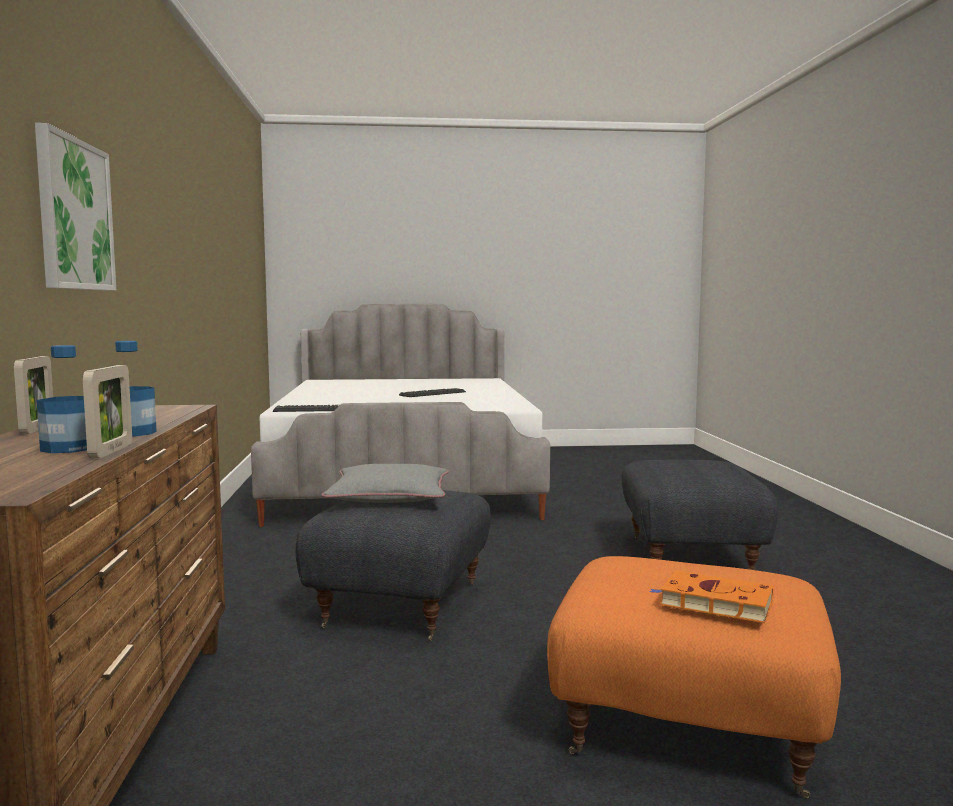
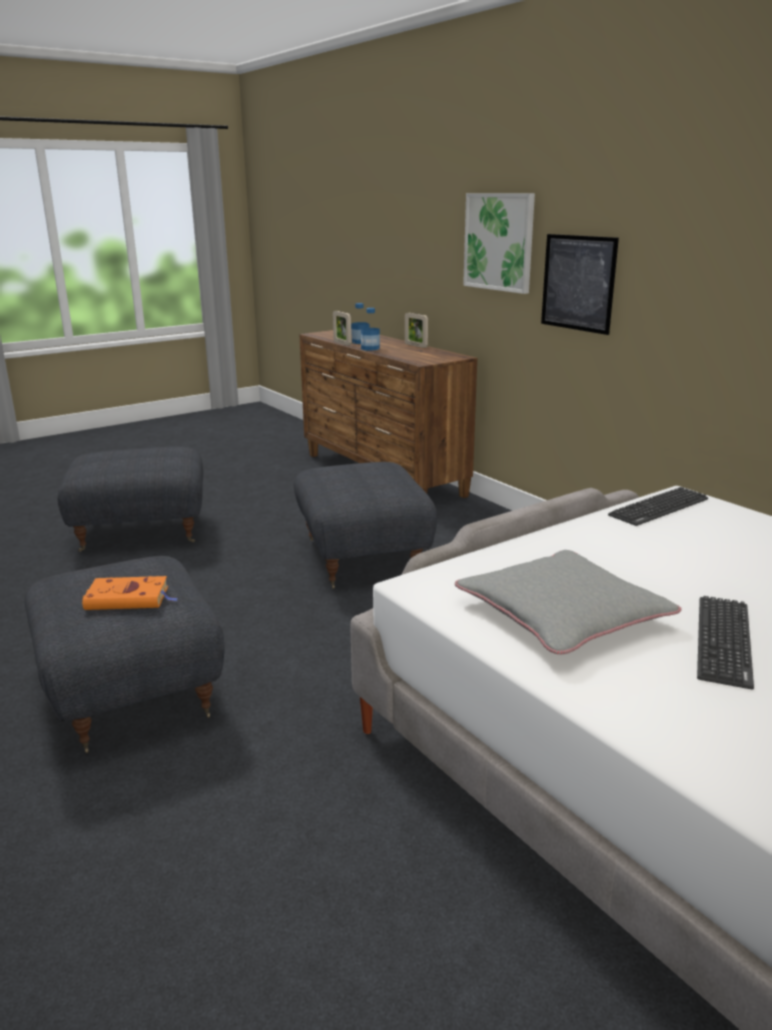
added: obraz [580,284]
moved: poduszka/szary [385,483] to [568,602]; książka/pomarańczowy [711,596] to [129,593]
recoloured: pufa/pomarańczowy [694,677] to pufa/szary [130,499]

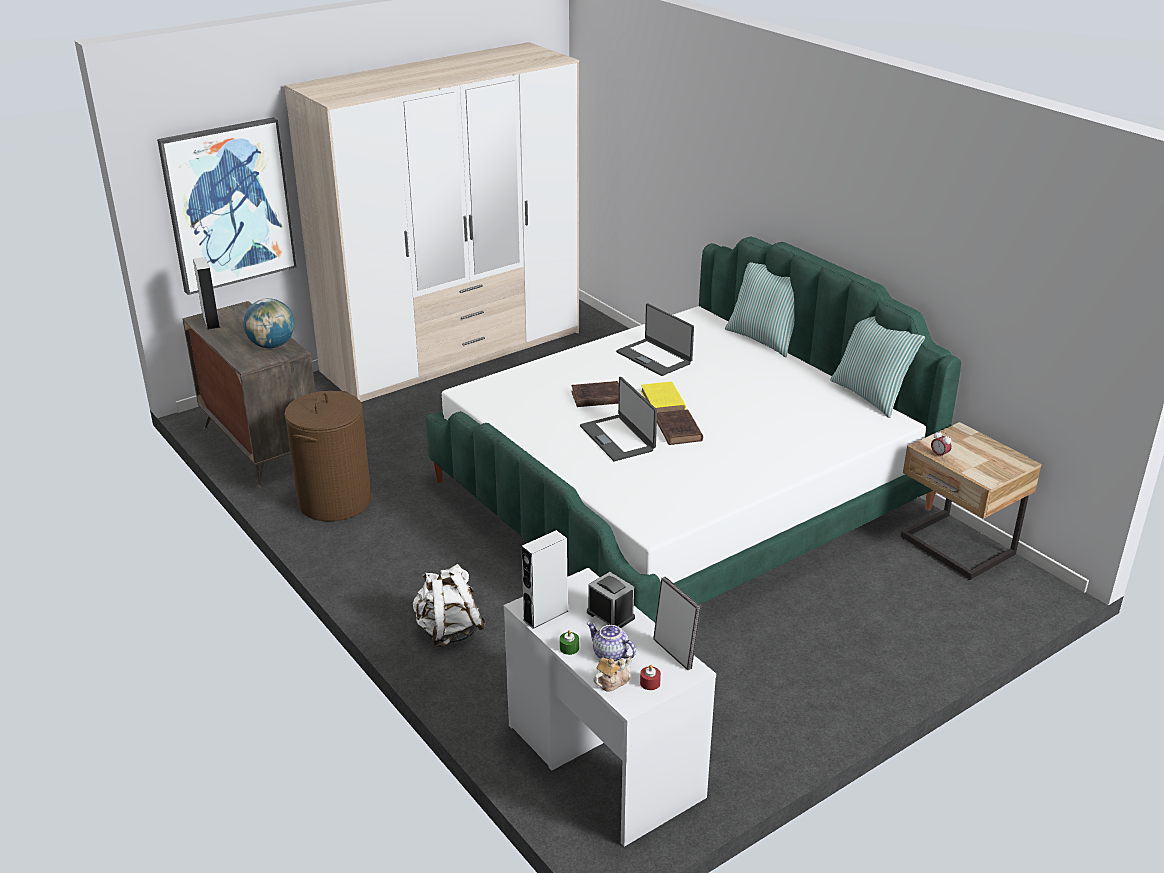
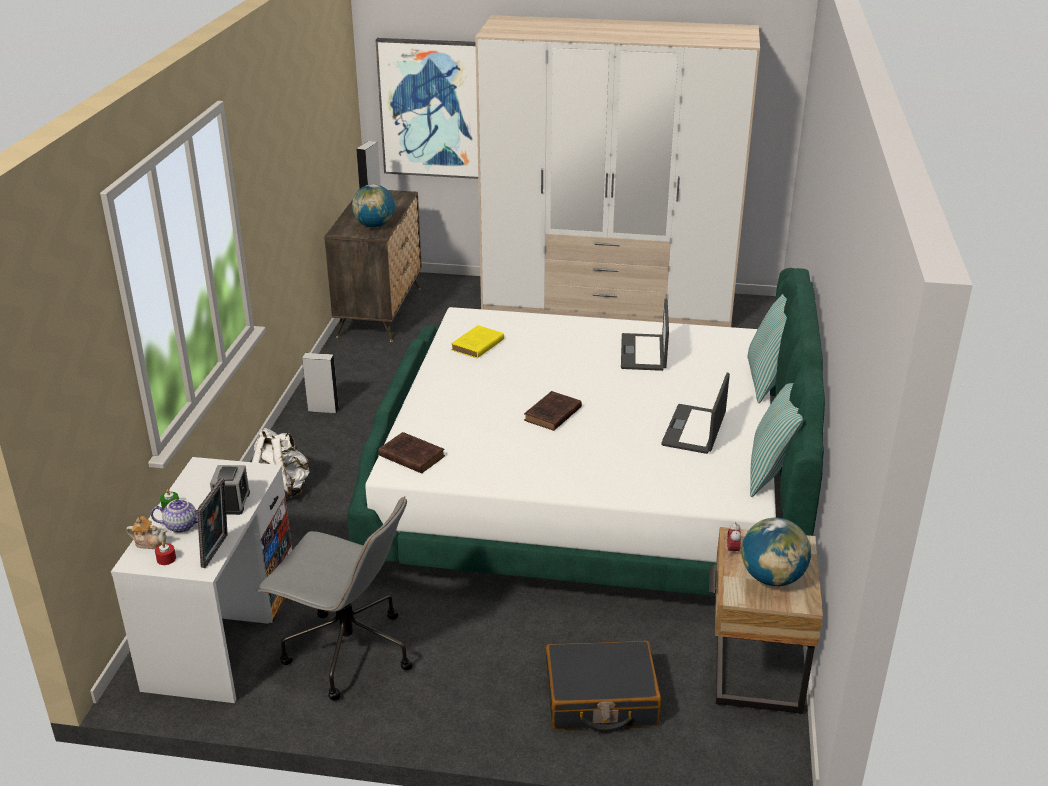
removed: kosz na pranie/brązowy [327,456]
added: krzesło biurowe/szary [334,598]; walizka/czarny [603,687]; globus [776,552]
moved: głośnik/szary [544,579] to [320,383]; książka/brązowy [595,394] to [411,453]; laptop [618,419] to [695,413]; książka/żółty [663,397] to [477,342]
turned: imbryk [611,642] = [176,516] 90 degrees clockwise

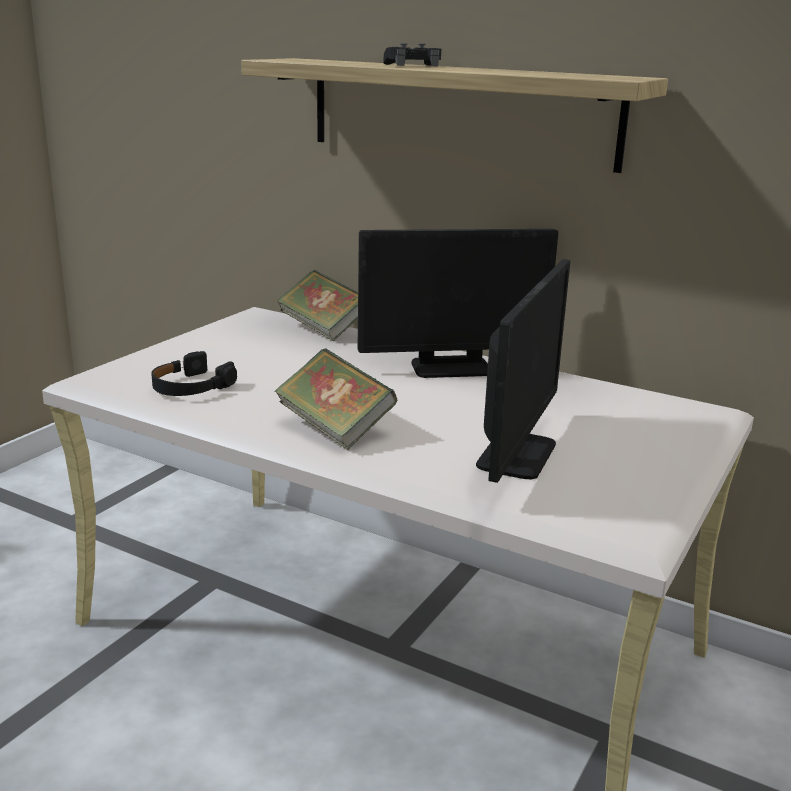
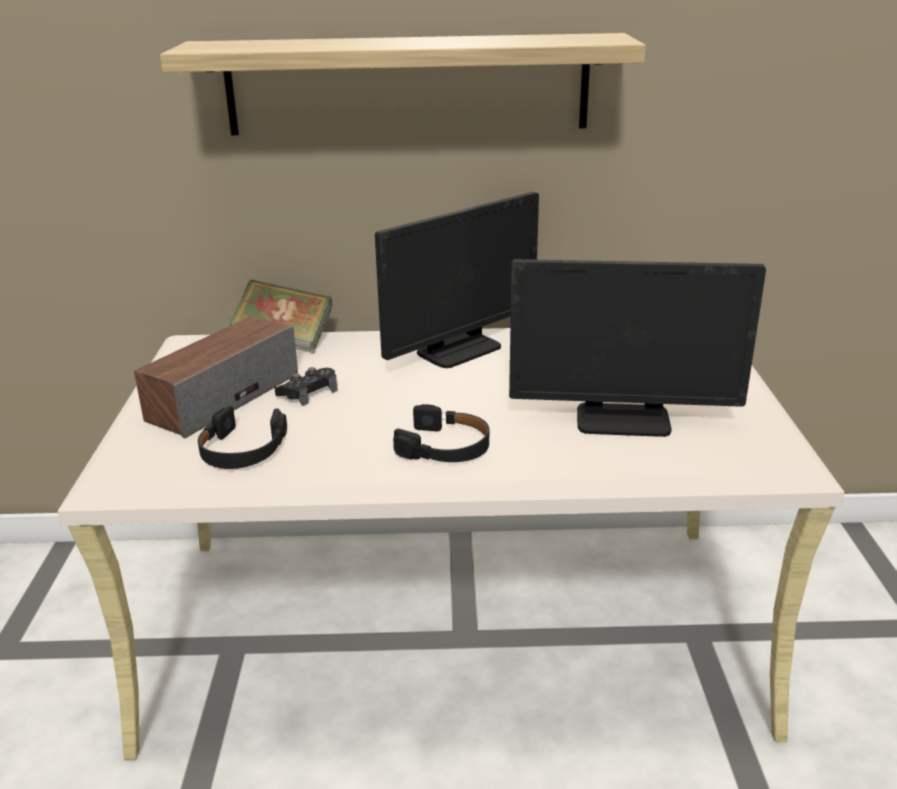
added: głośnik [216,377]
moved: pad do gier/czarny [412,54] to [306,386]
replaced: książka [336,399] to słuchawki/czarny [441,433]
turned: monitor [523,371] = [637,348] 105 degrees clockwise

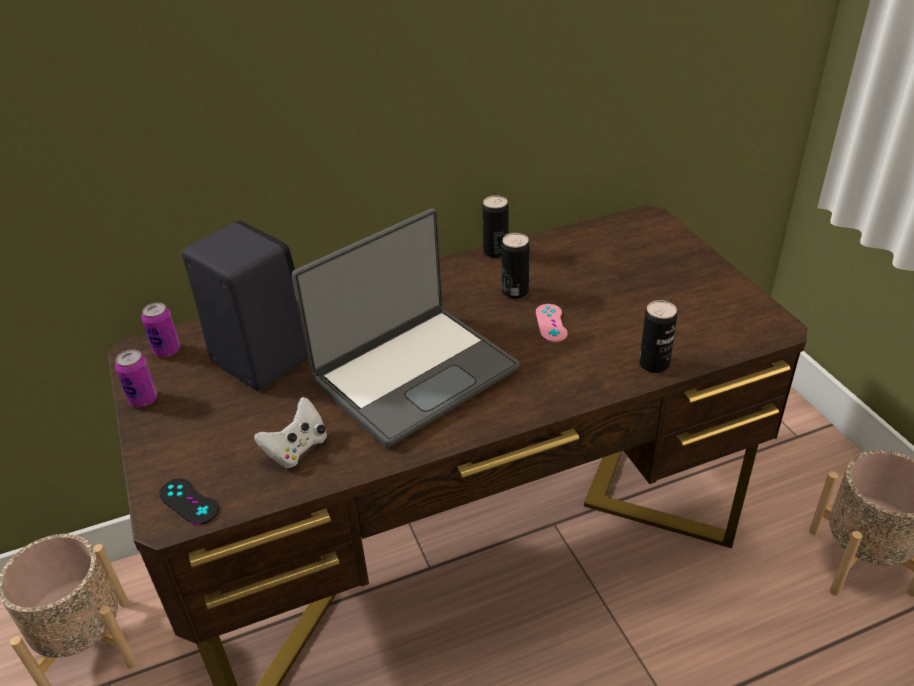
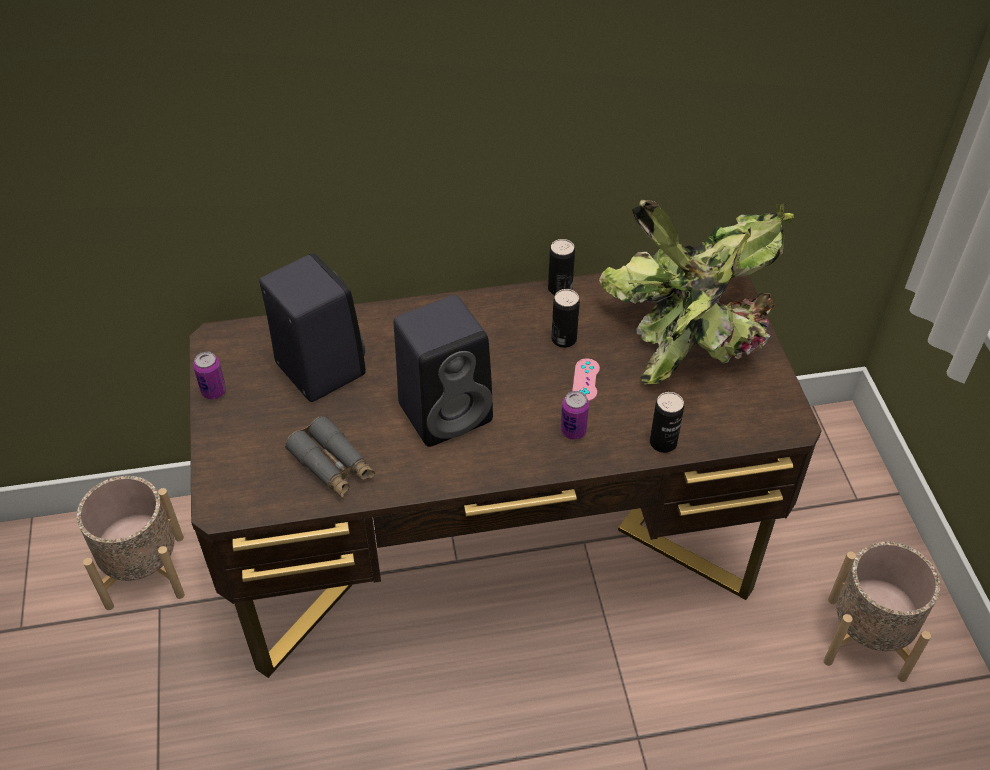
removed: pad do gier/czarny [189,502]
added: roślina doniczkowa [696,292]
moved: puszka [160,329] to [575,415]
replaced: pad do gier/biały [290,432] to lornetka/szary [330,457]; laptop [405,328] to głośnik/czarny [443,371]

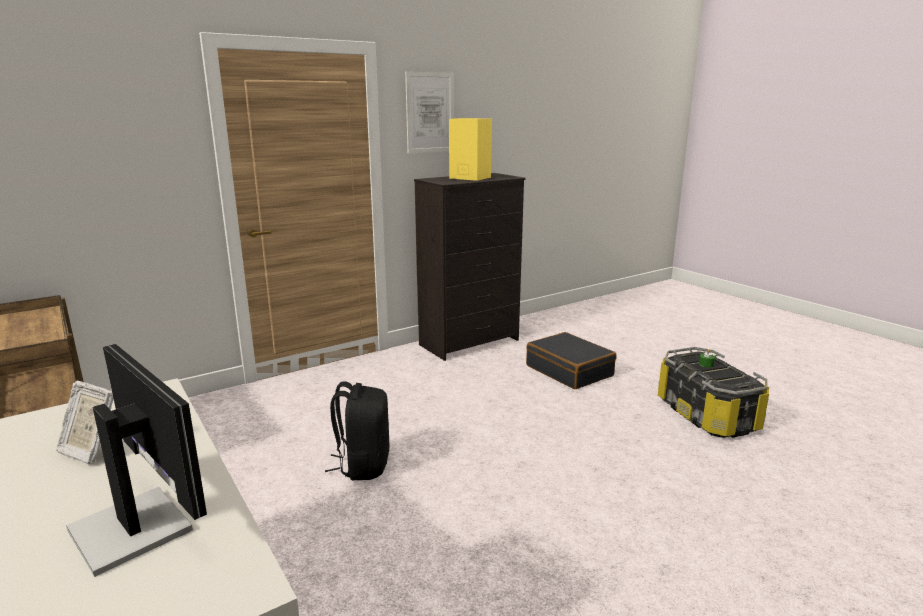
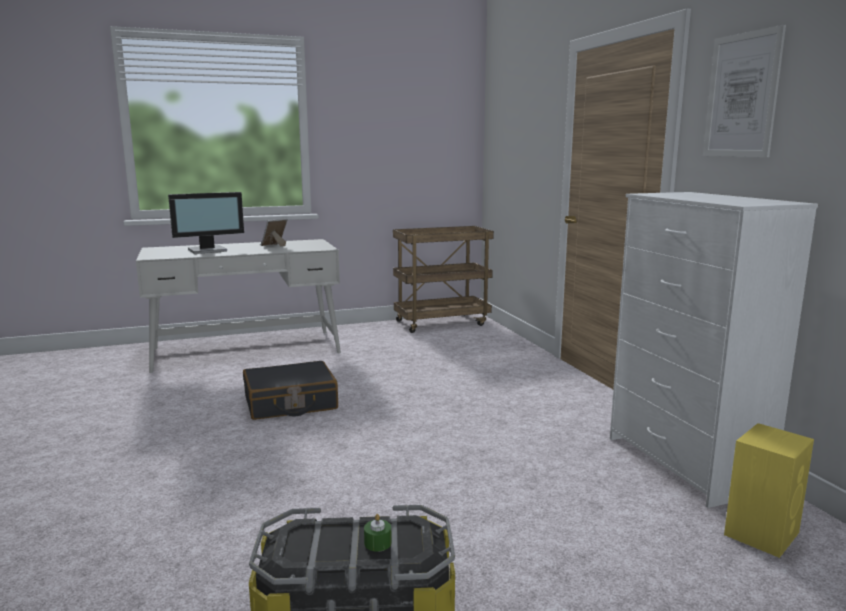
removed: plecak/czarny [357,430]
moved: głośnik/żółty [470,149] to [769,490]; walizka/czarny [571,360] to [290,390]
recoloured: komoda/czarny [470,267] to komoda/biały [714,350]

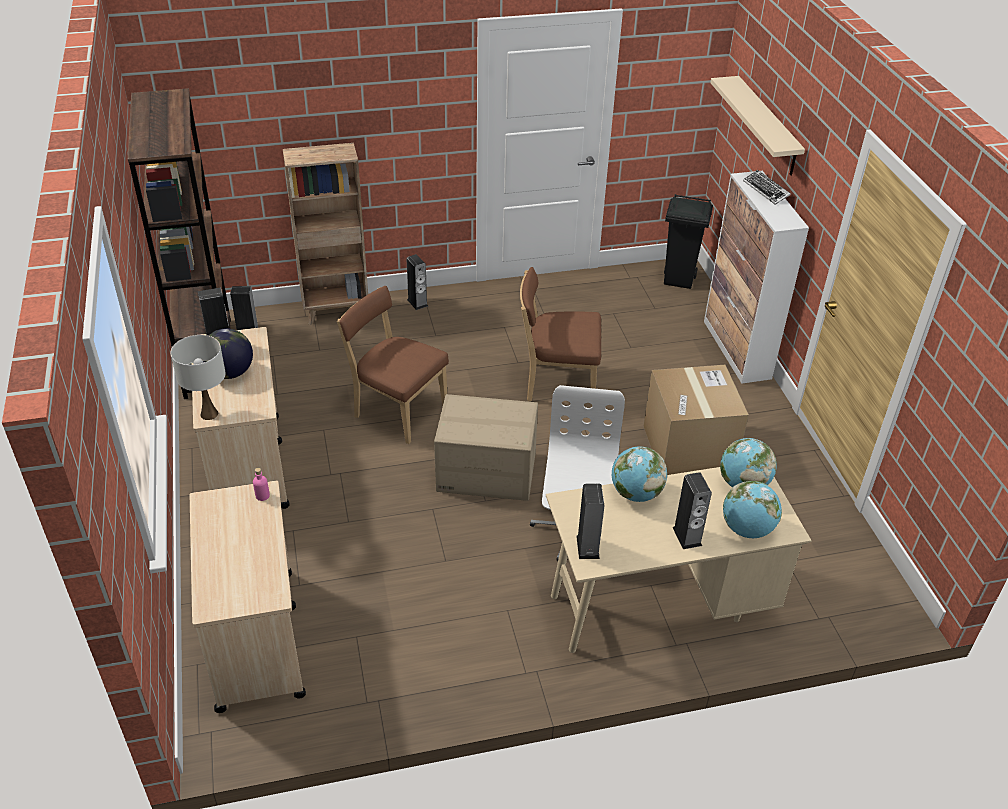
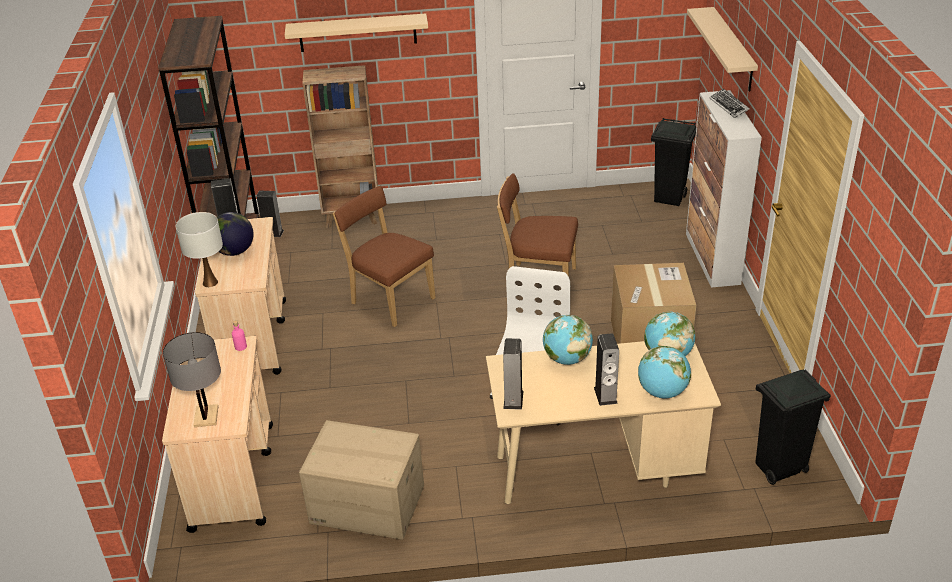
removed: głośnik [417,282]
added: lampa stołowa/szary [192,379]; półka/beżowy [356,32]; kosz na śmieci/czarny [793,427]
moved: karton [486,447] to [361,480]

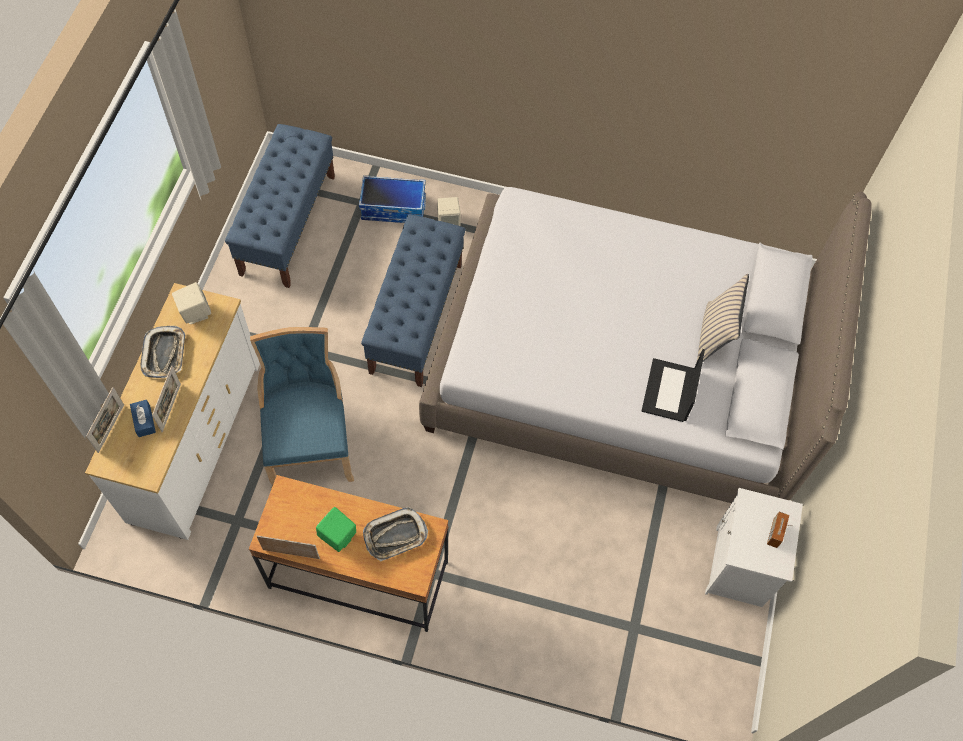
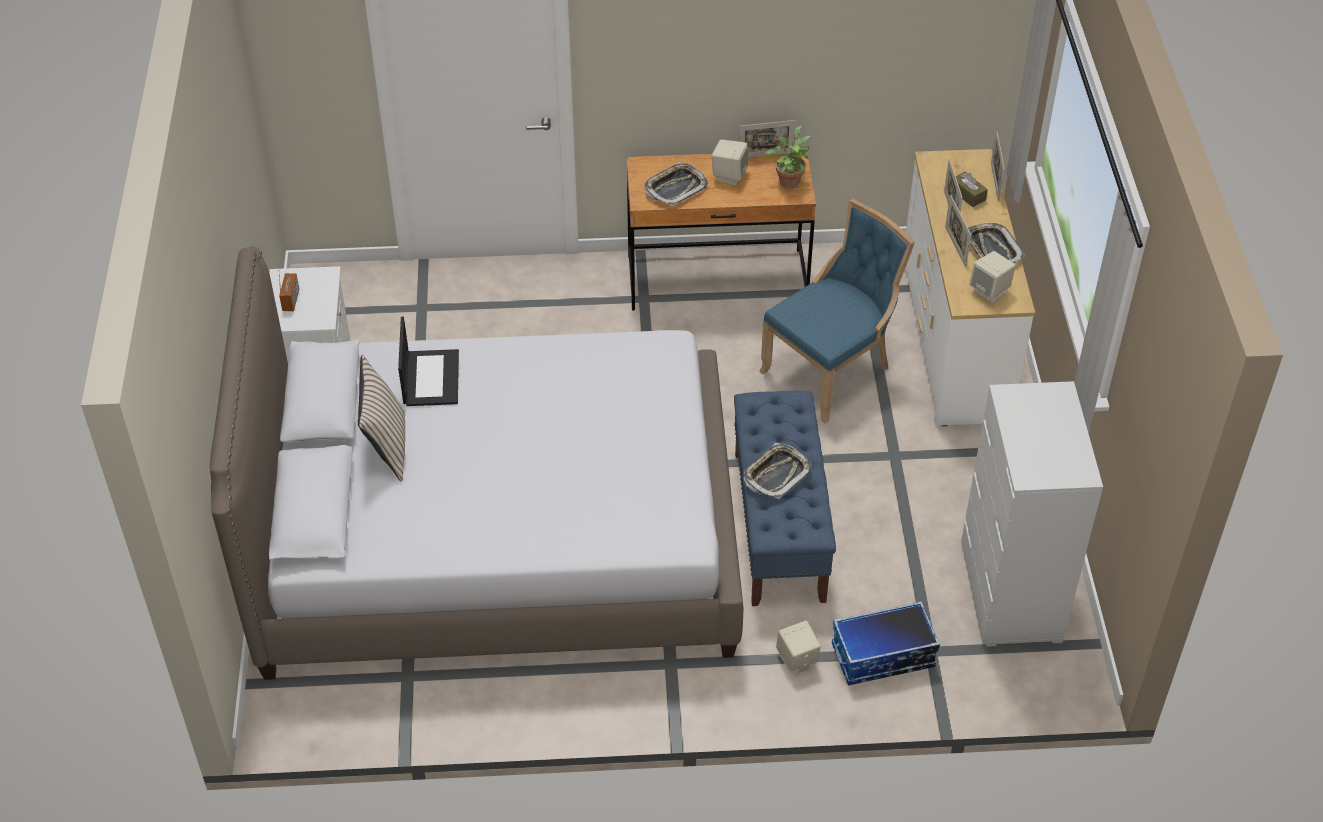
added: taca [778,471]; roślina doniczkowa [788,157]; ramka na zdjęcie [958,231]
replaced: ławka/niebieski [280,206] to komoda/biały [1032,513]
recoloured: pudełko chusteczek/niebieski [143,418] to pudełko chusteczek/brązowy [972,189]; głośnik/zielony [336,529] to głośnik/beżowy [730,162]
turned: krzesło/niebieski [302,406] = [837,311] 105 degrees counterclockwise

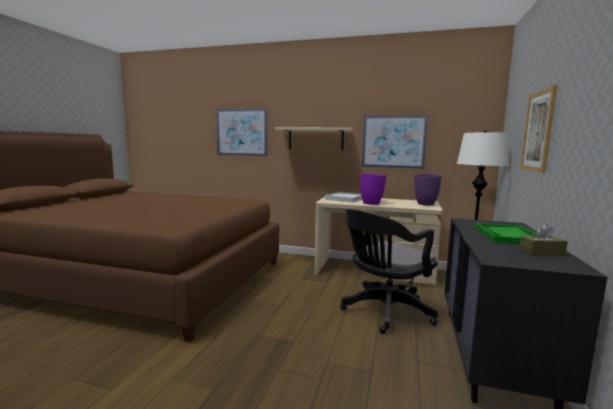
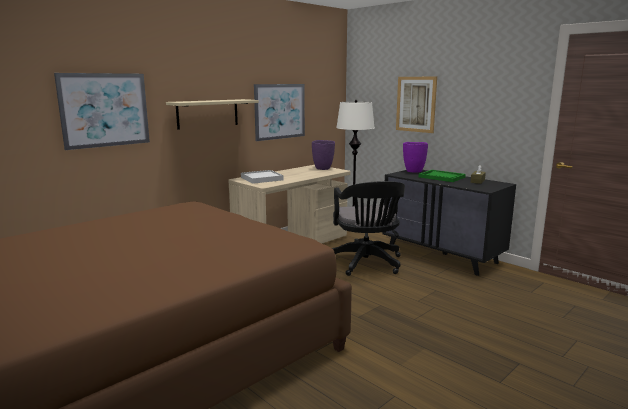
moved: wazon/fioletowy [373,189] to [415,157]

